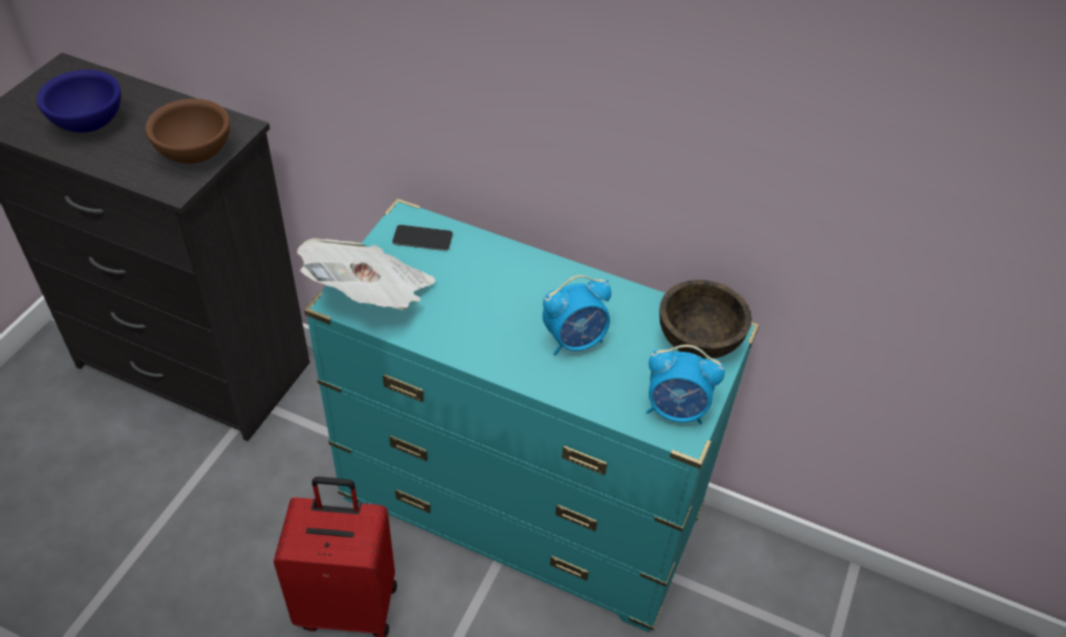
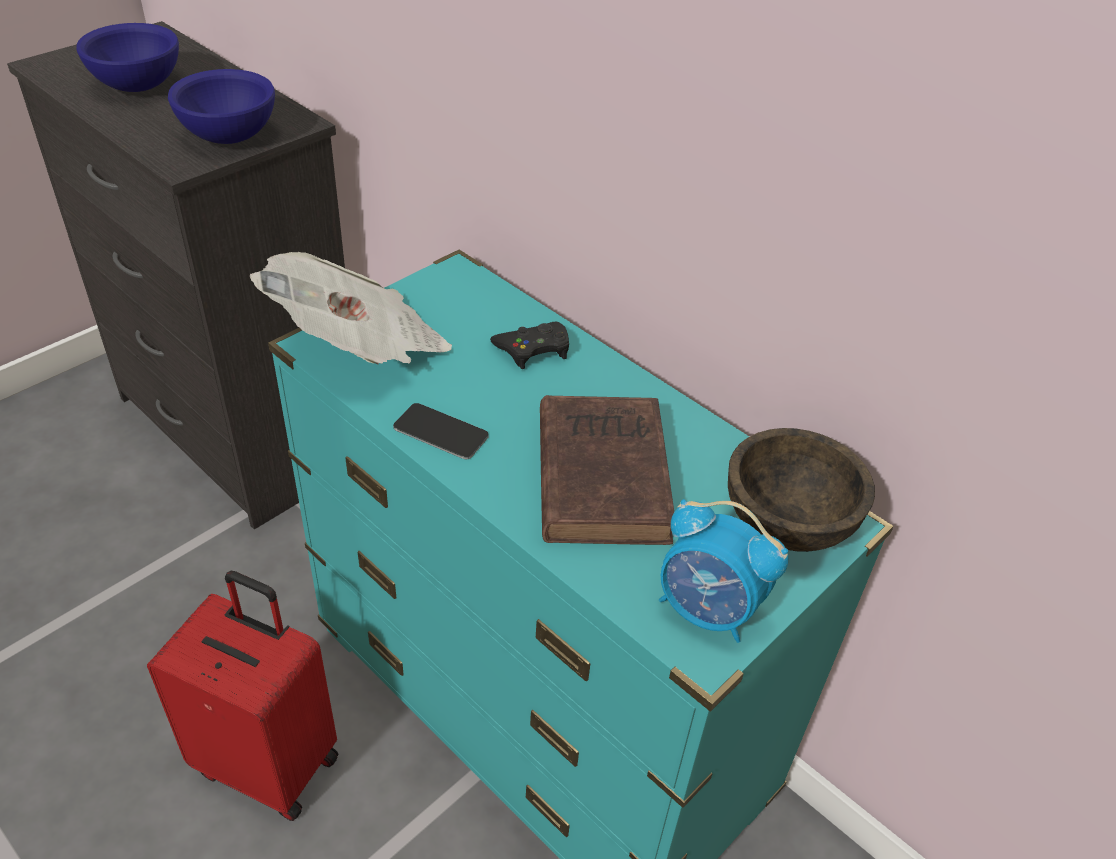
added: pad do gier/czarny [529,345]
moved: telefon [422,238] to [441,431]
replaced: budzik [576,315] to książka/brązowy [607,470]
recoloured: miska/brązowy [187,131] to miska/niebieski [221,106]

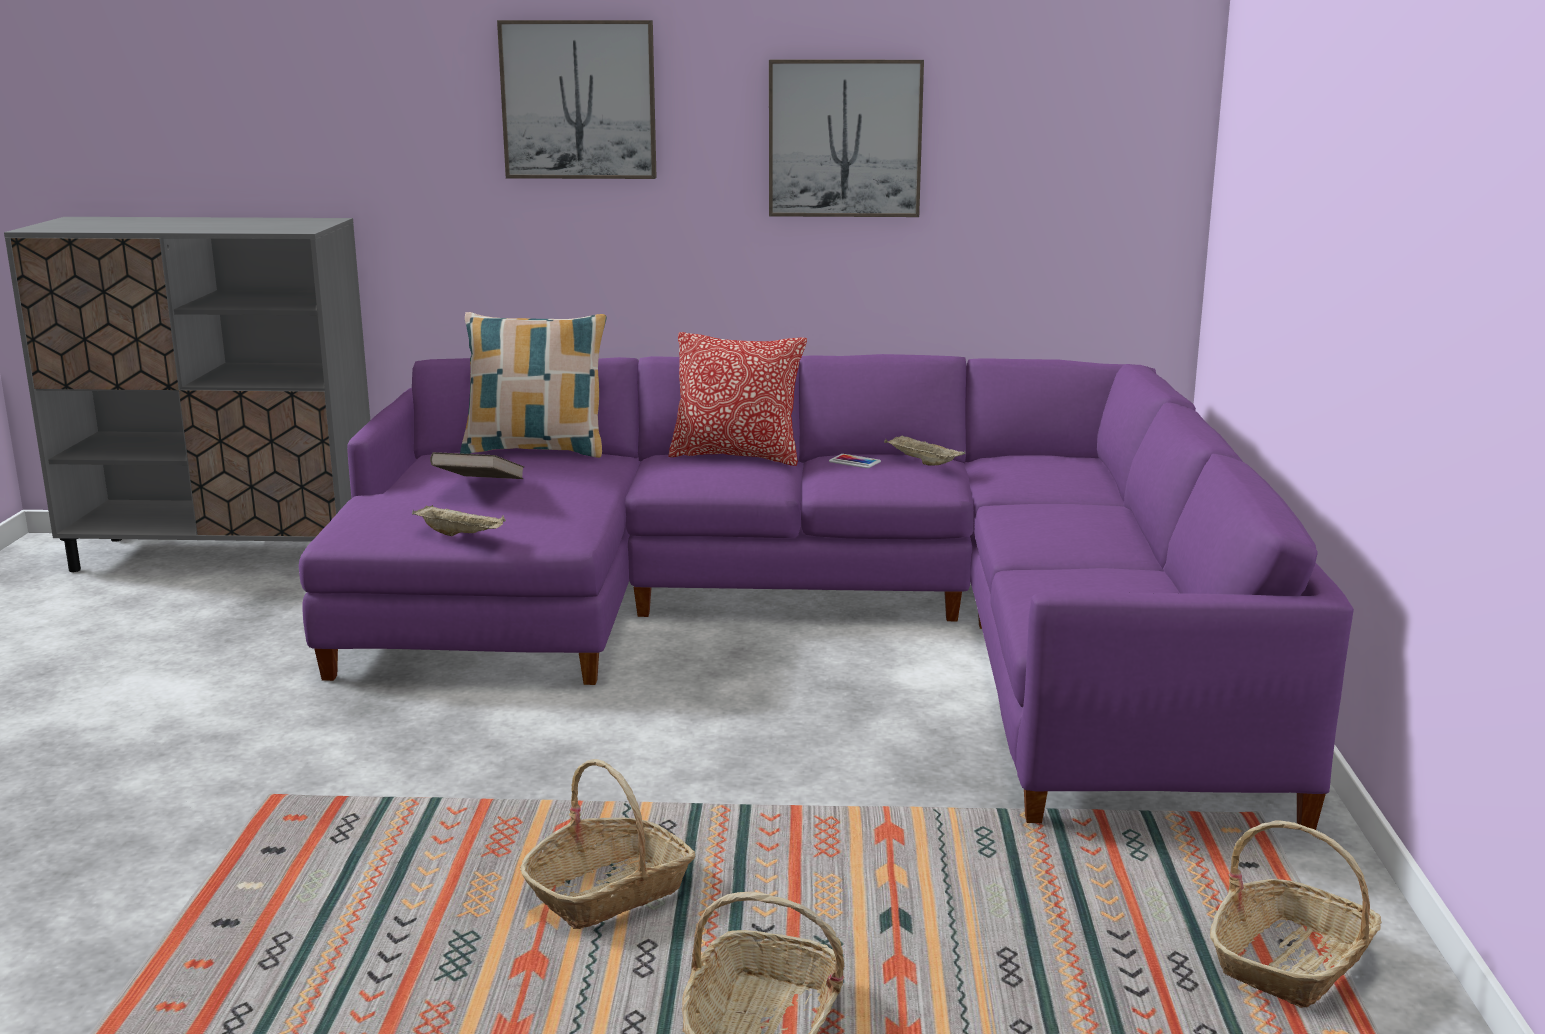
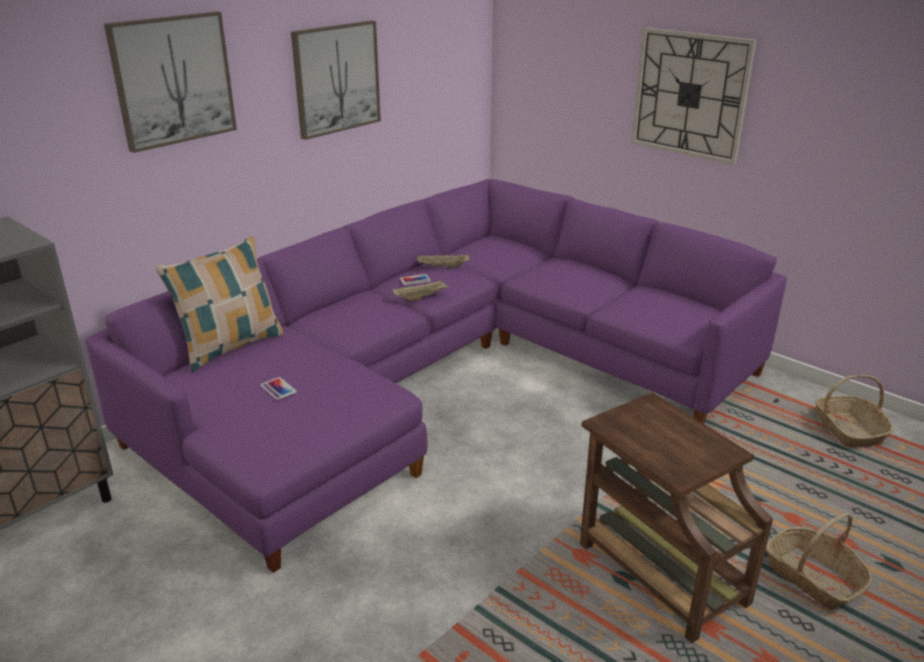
removed: poduszka [737,399]
added: zegar ścienny [693,96]
moved: taca/beżowy [459,520] to [421,290]
replaced: książka/brązowy [477,465] to telefon [279,388]; koszyk [607,844] to stolik/brązowy [676,517]

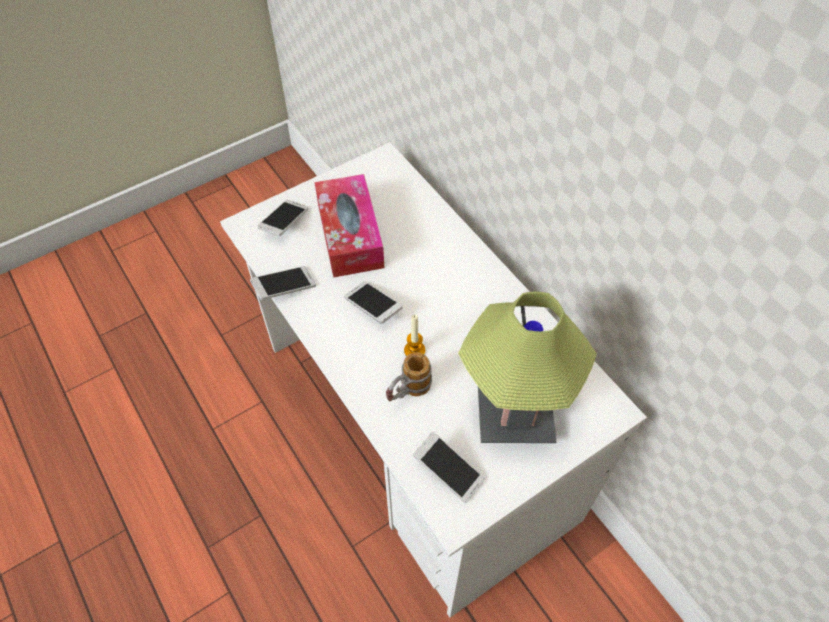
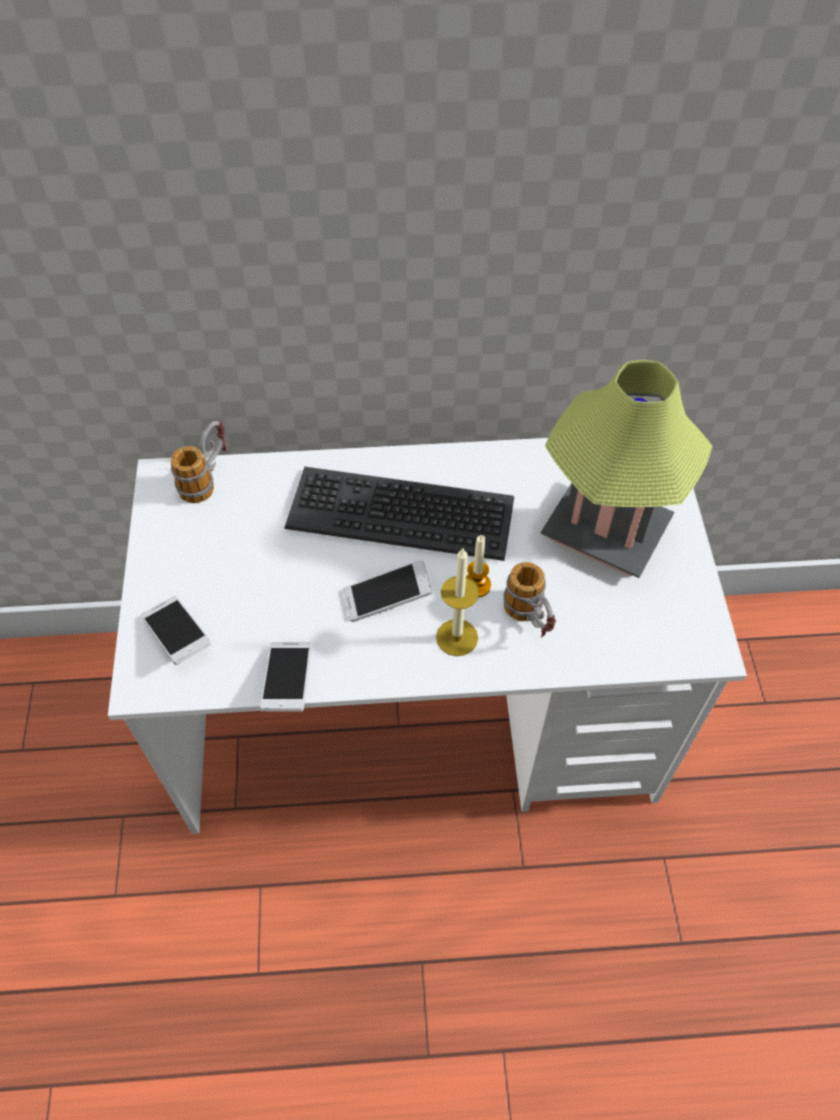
removed: pudełko chusteczek [349,225]; telefon [449,467]
added: kubek [198,461]; klawiatura [399,514]; świeca [457,602]

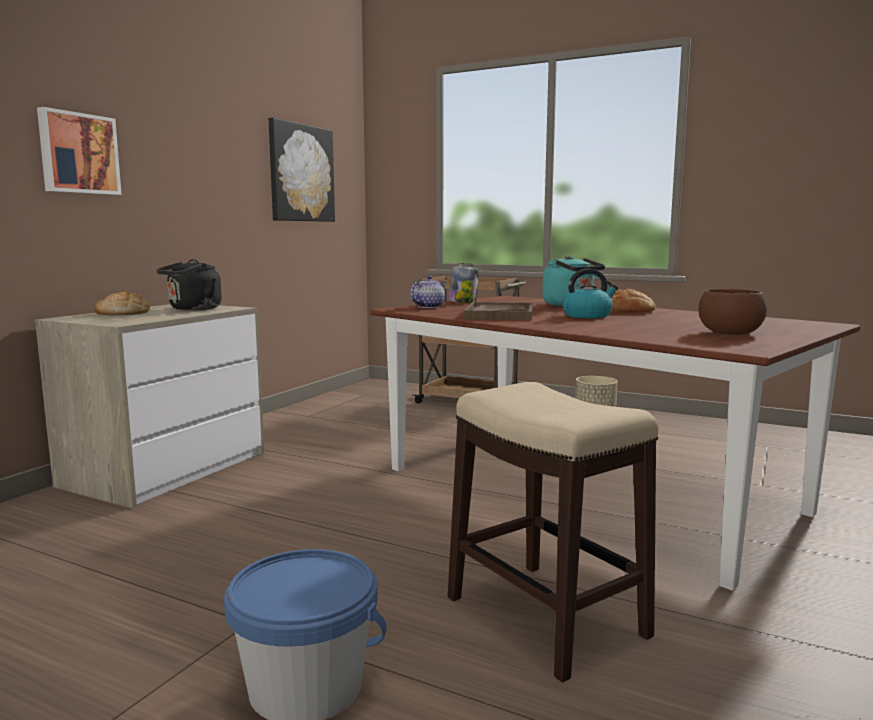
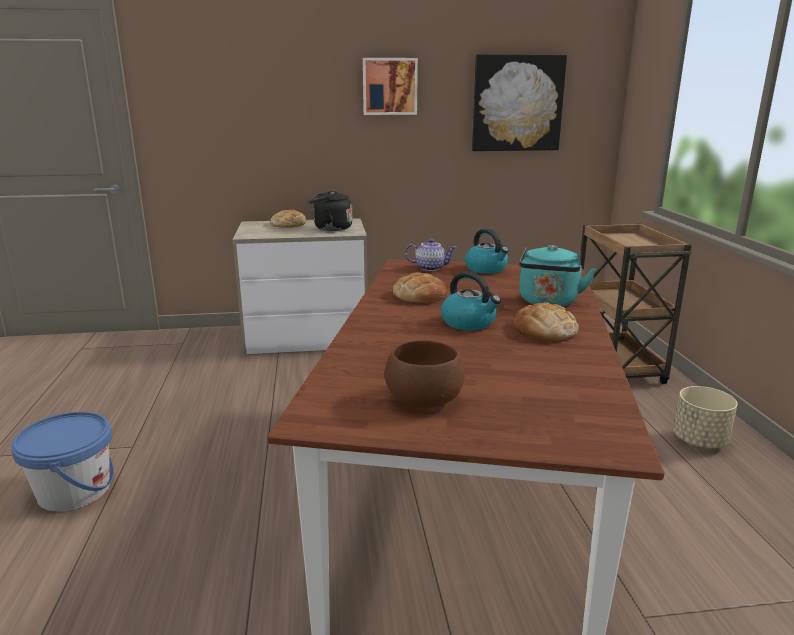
removed: stołek [553,532]
moved: obraz [79,151] to [390,86]
replaced: słoik [464,283] to czajnik [487,251]; taca/brązowy [498,311] to chleb [420,287]

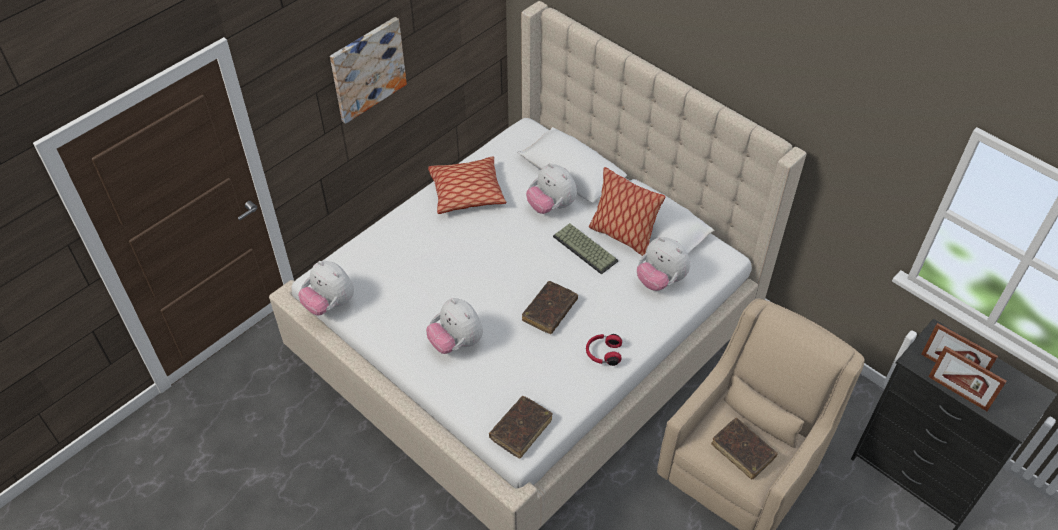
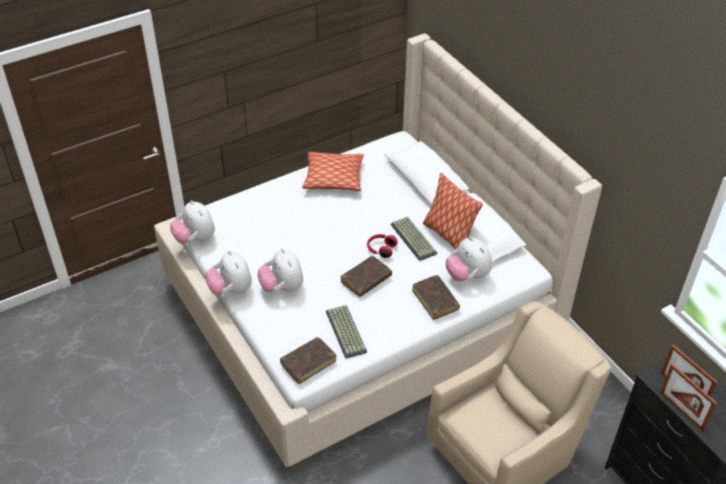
removed: obraz [368,70]
added: klawiatura [346,332]
moved: pluszak [551,188] to [229,272]; słuchawki/czerwony [604,350] to [382,246]; książka/brązowy [744,448] to [436,297]

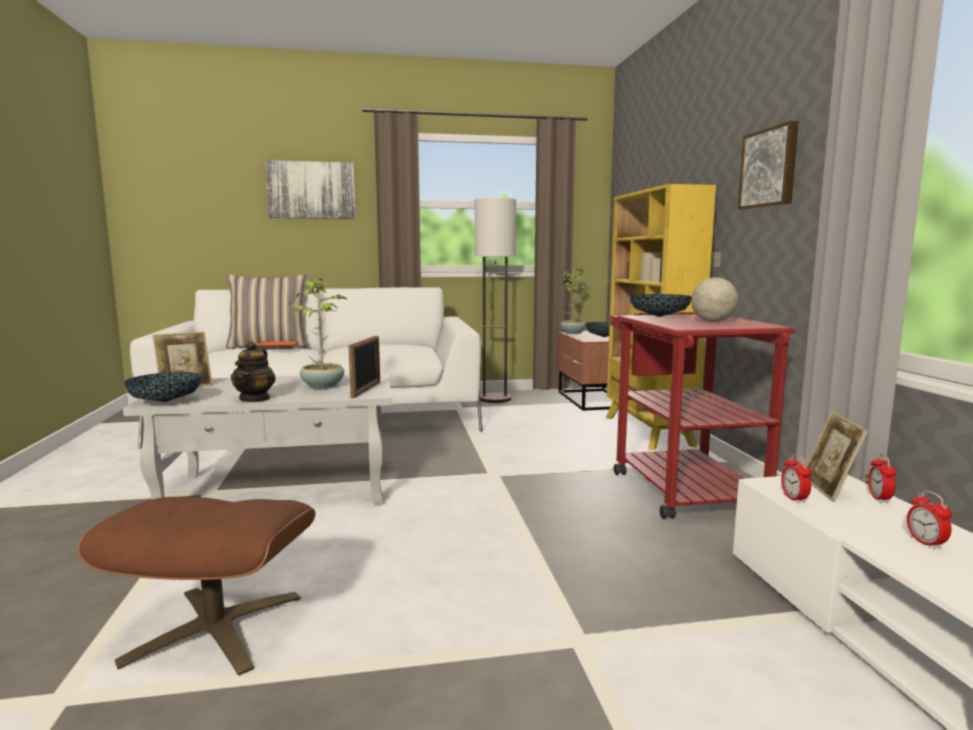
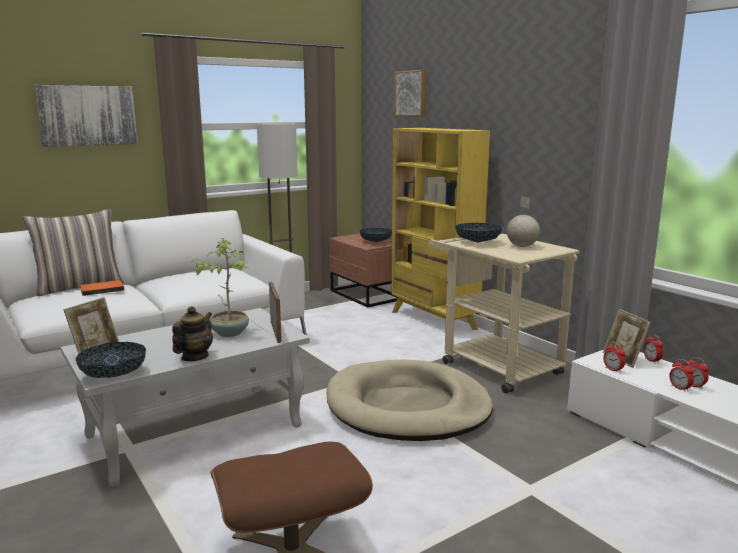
removed: roślina doniczkowa [573,301]
added: legowisko/beżowy [409,400]; budzik [681,375]
moved: obraz [768,165] to [410,93]
recoloured: wózek/czerwony [703,415] to wózek/beżowy [504,313]
turned: imbryk [253,371] = [192,333] 135 degrees counterclockwise

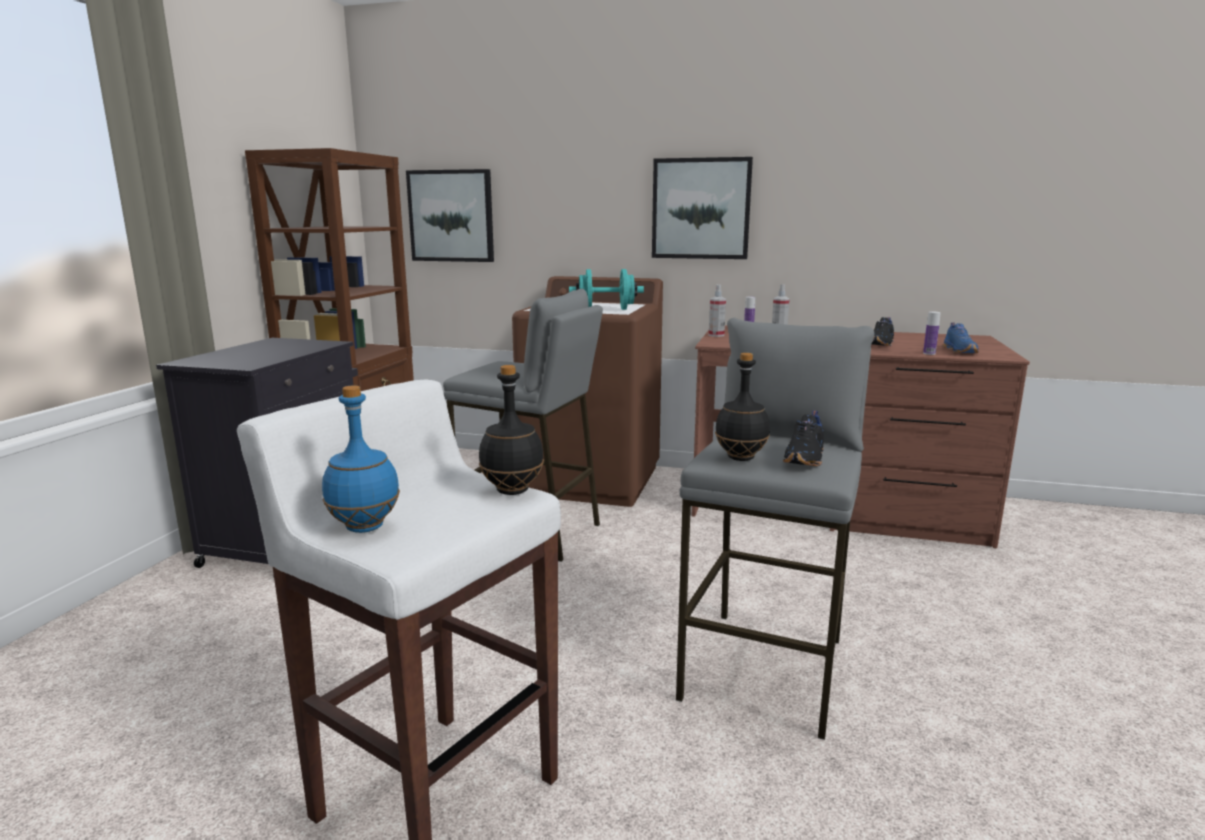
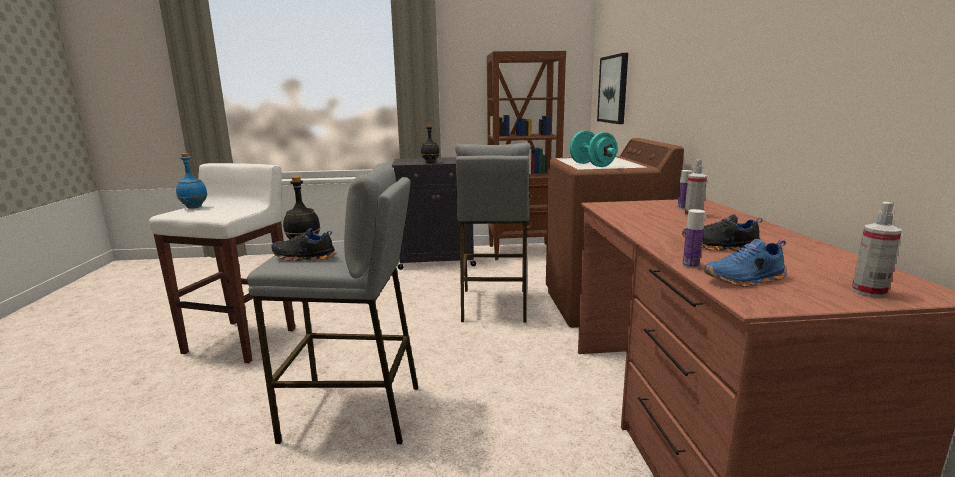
removed: obraz [702,208]
moved: butelka/czarny [511,430] to [430,144]; spryskiwacz [717,311] to [877,250]

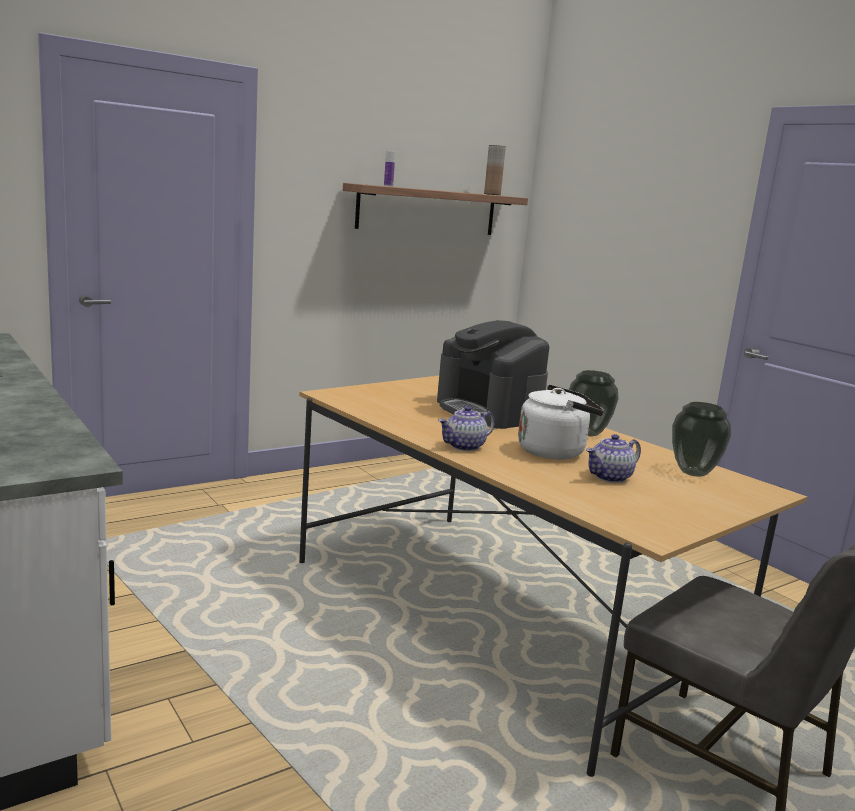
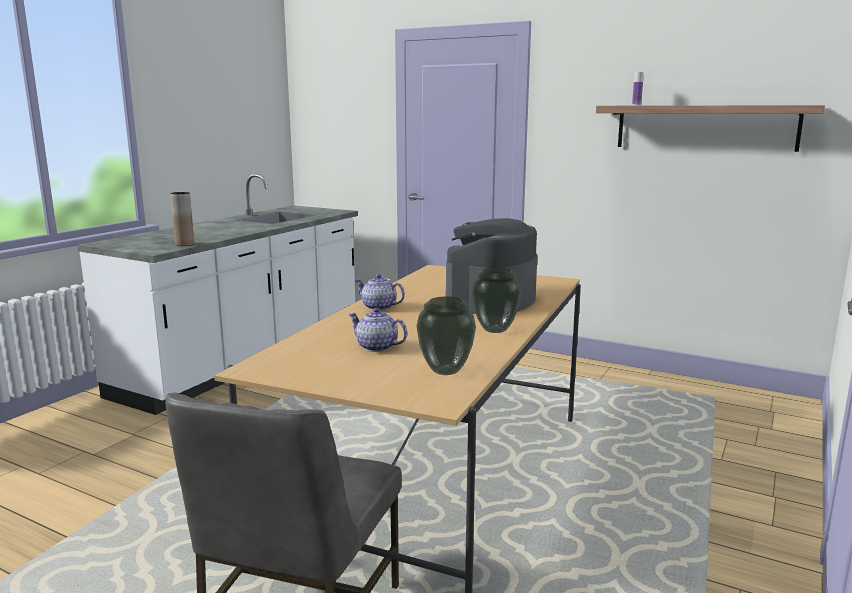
removed: czajnik/biały [561,422]
moved: wazon/brązowy [495,170] to [182,219]

